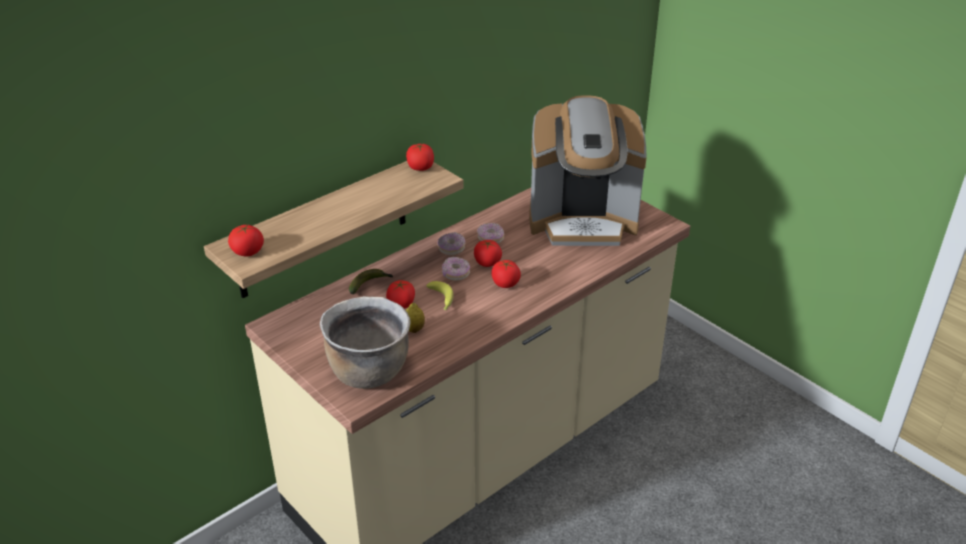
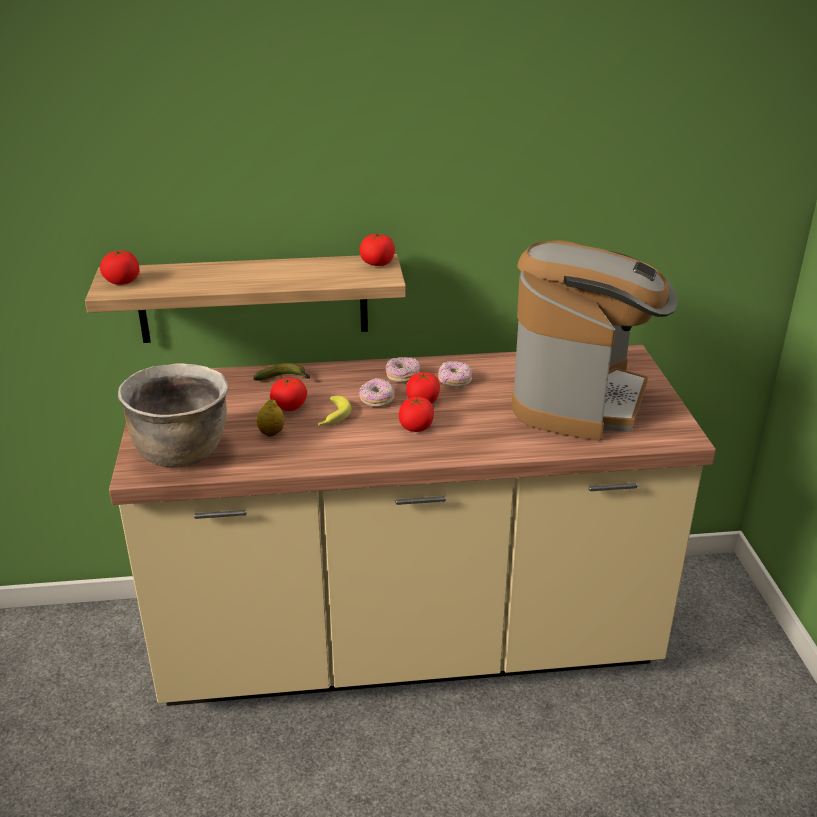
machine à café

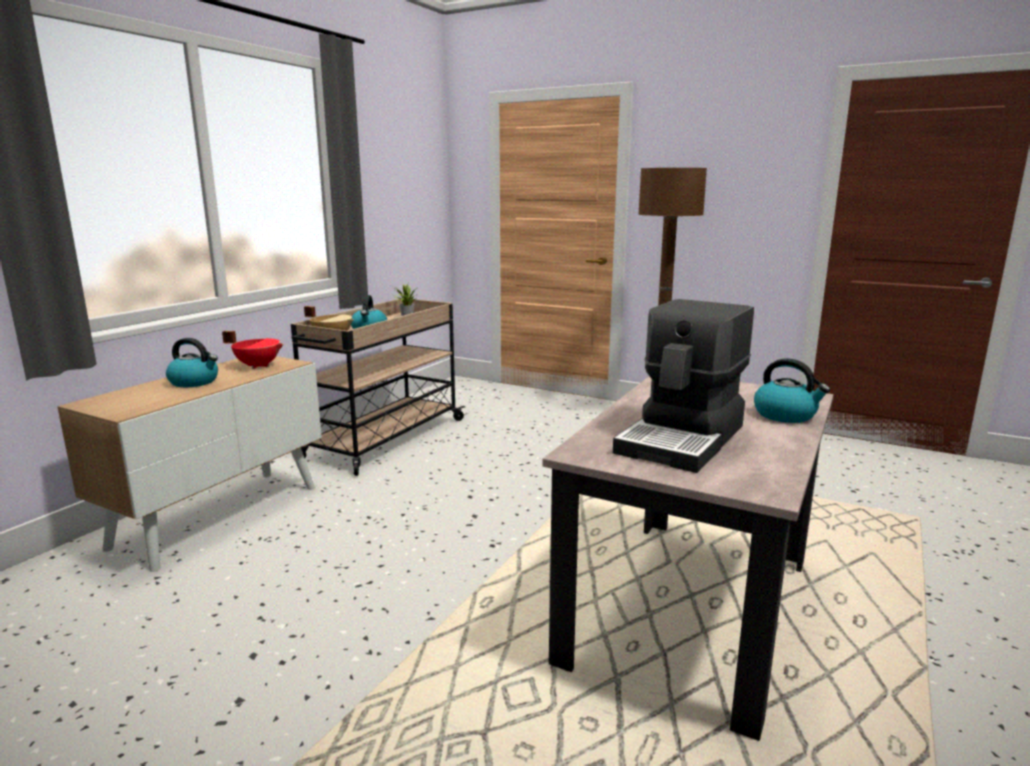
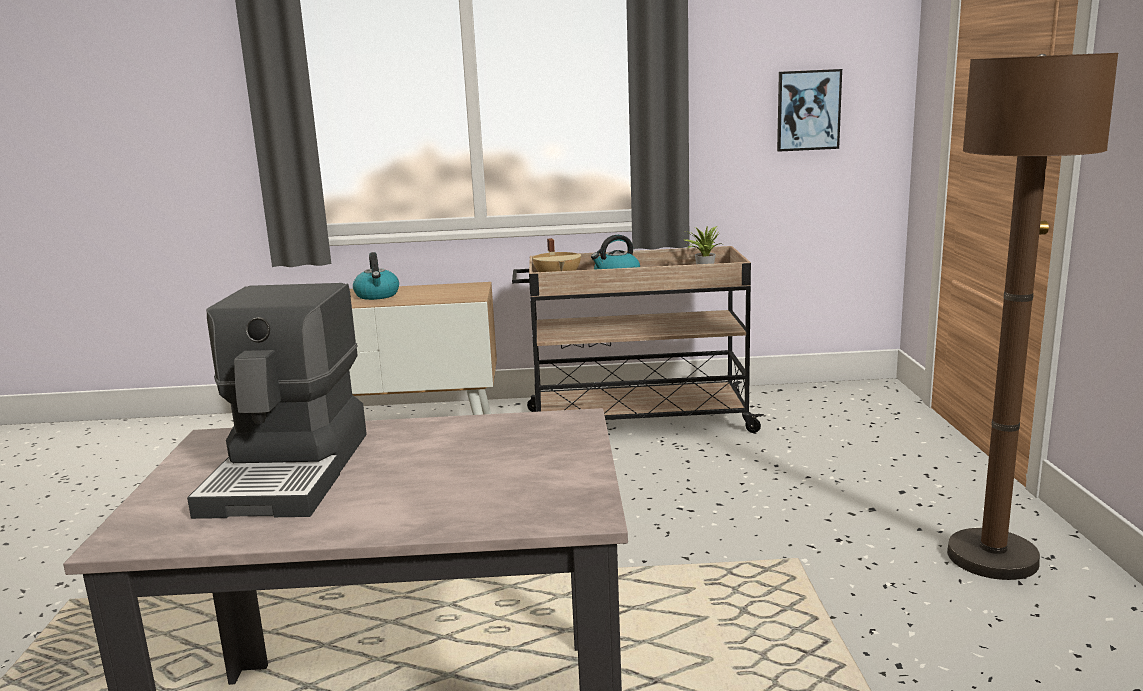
machine à café
tableau
marmite/rouge
bouilloire (3rd from left in the first image)

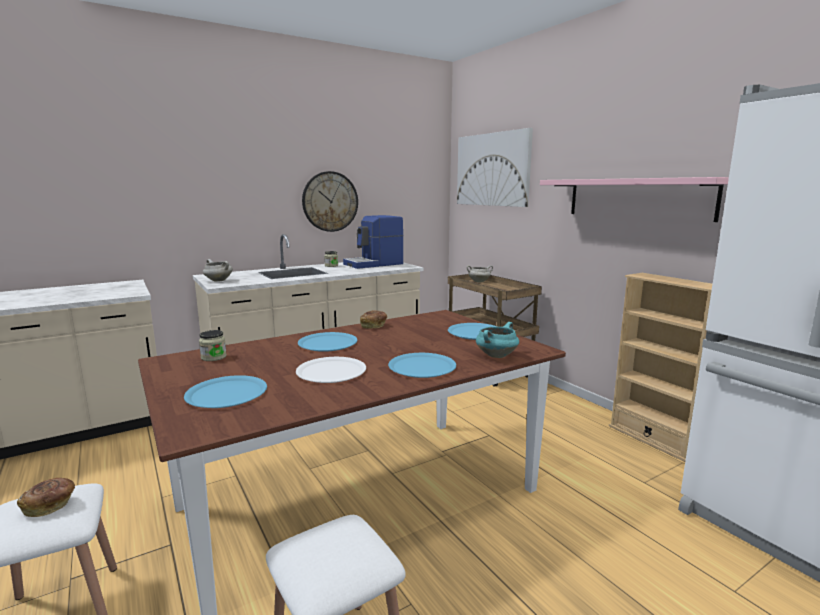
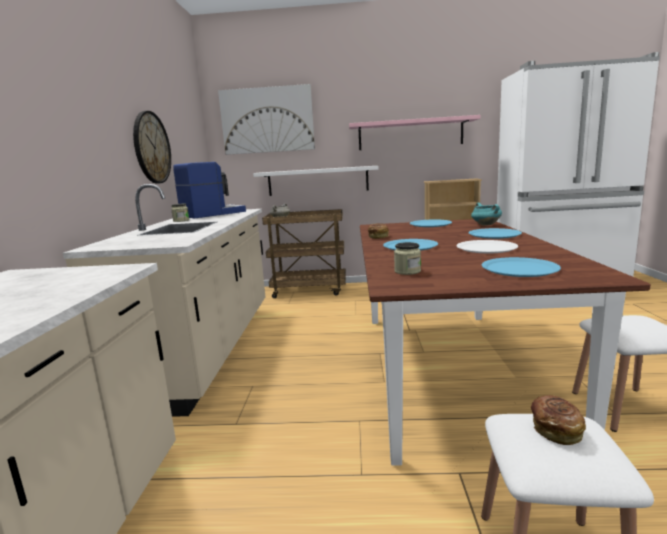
machine à café
étagère/blanc
marmite/blanc (1st from left in the first image)

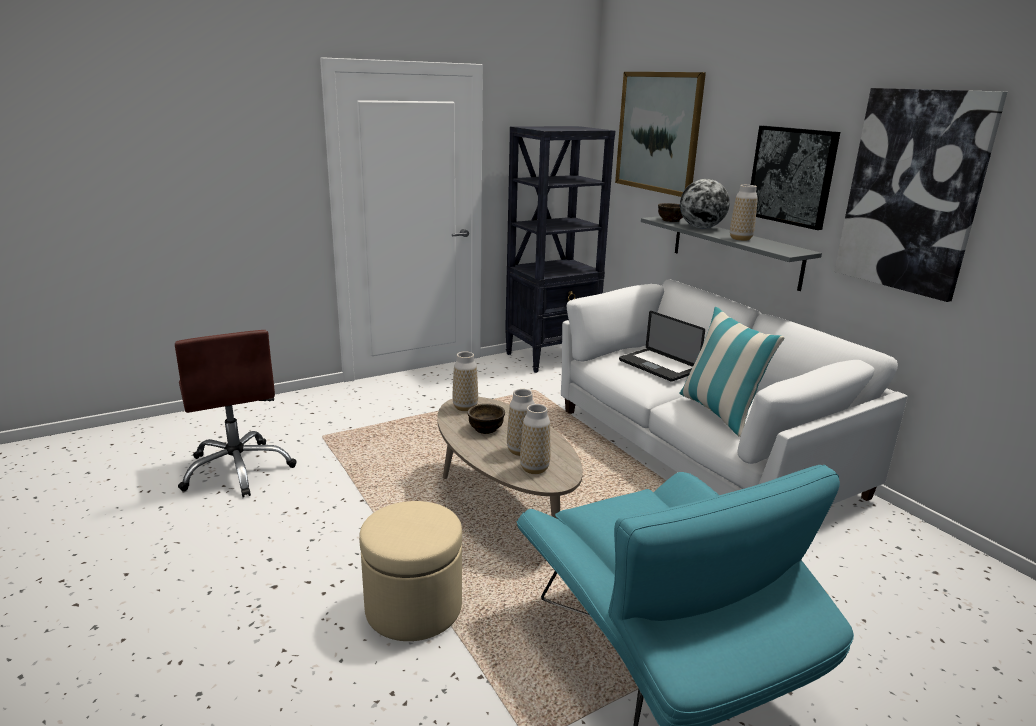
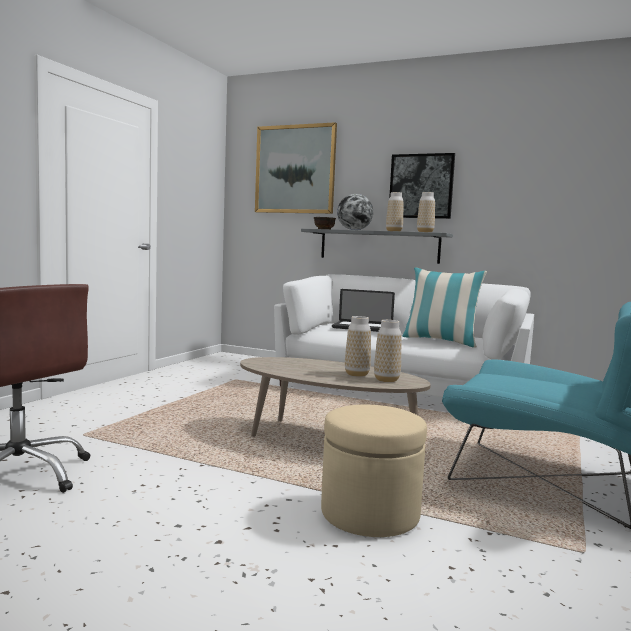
vase (4th from left)
bol/marron (1st from left in the first image)
bibliothèque/noir
tableau (3rd from left in the first image)

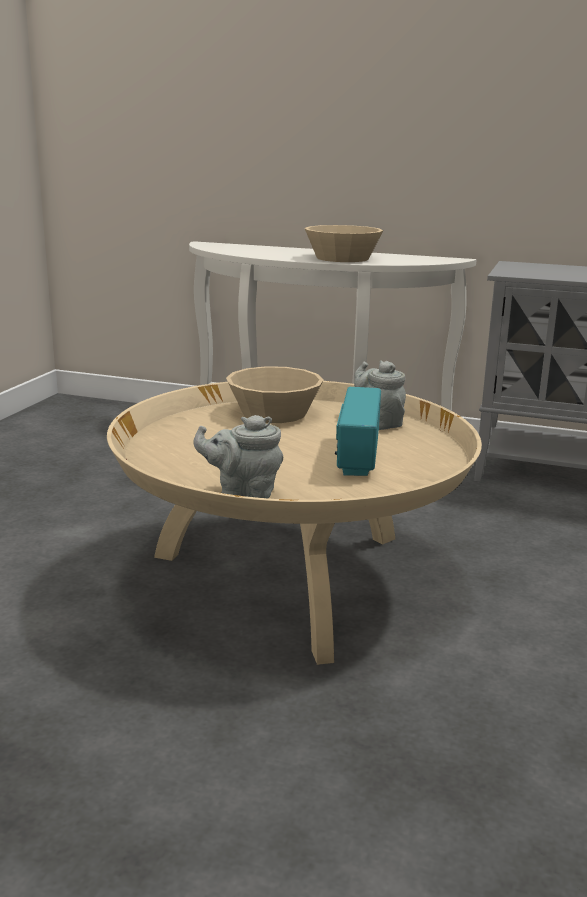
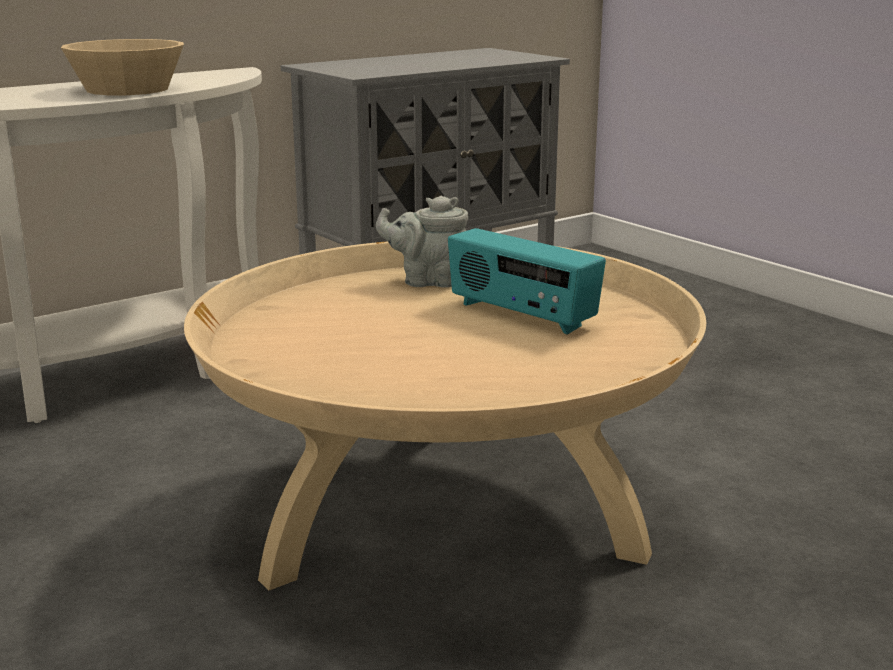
théière/gris (1st from left in the first image)
bol/beige (1st from left in the first image)

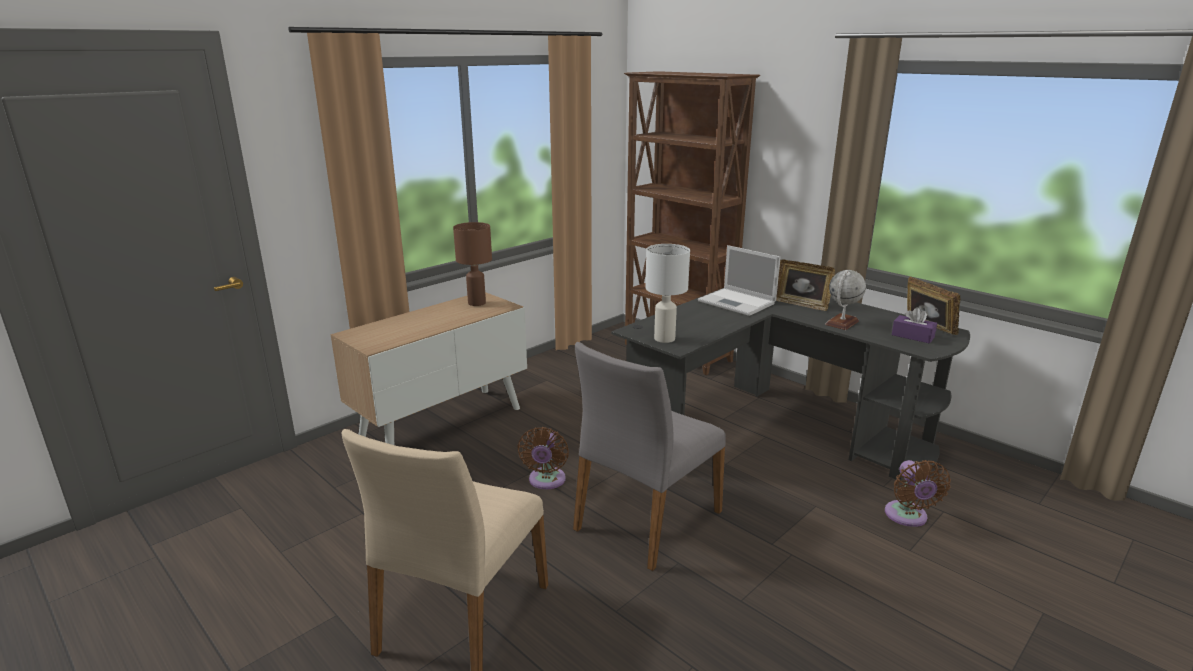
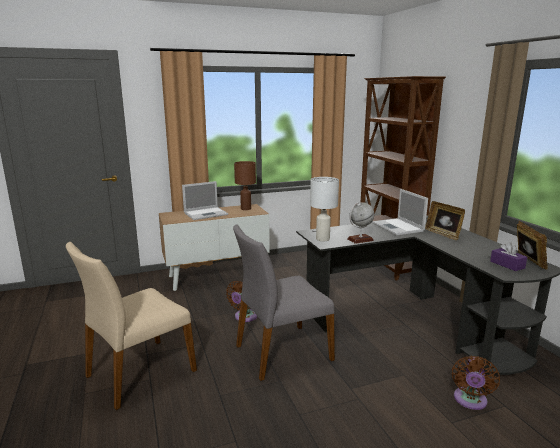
ordinateur portable (1st from left)
globe

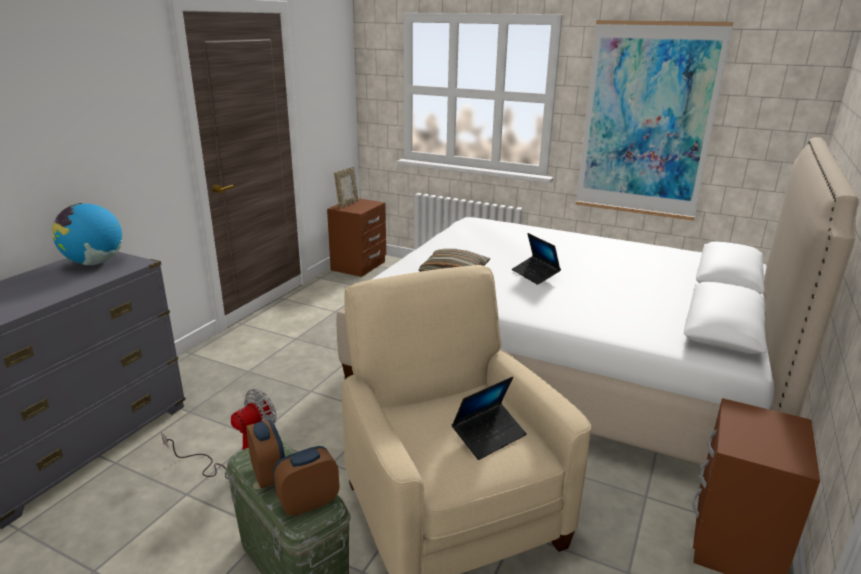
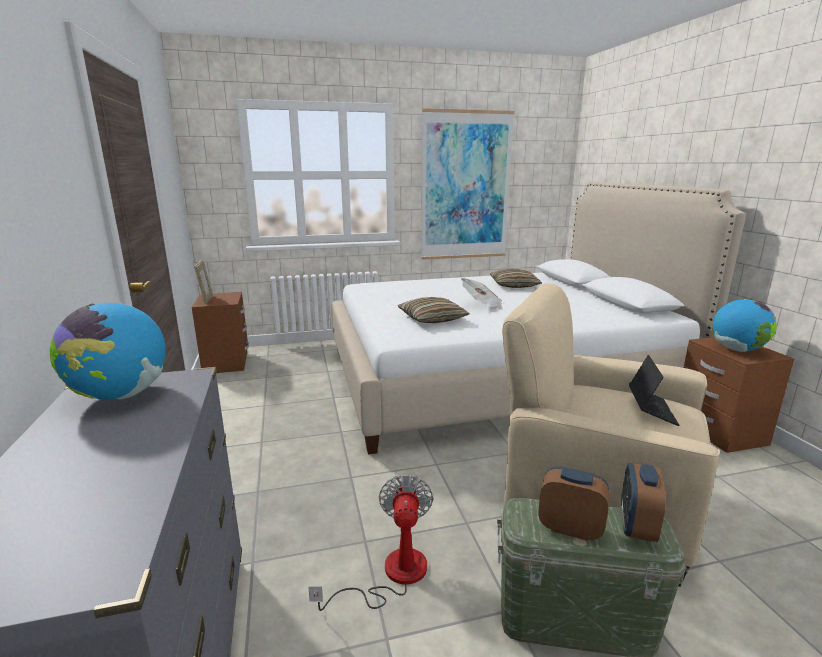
journal
coussin (2nd from left)
globe (2nd from left)

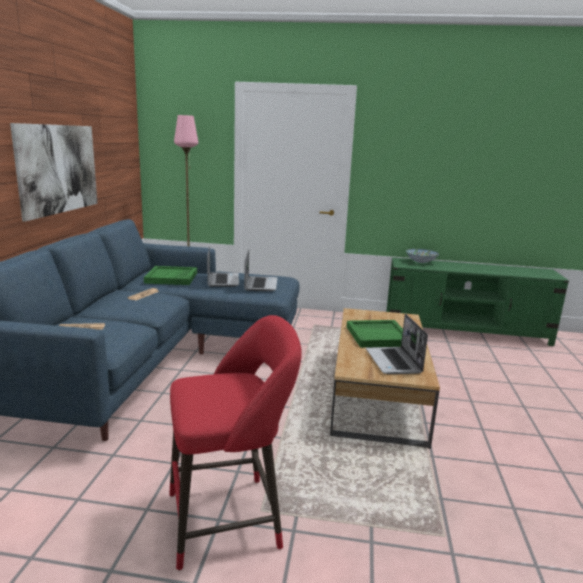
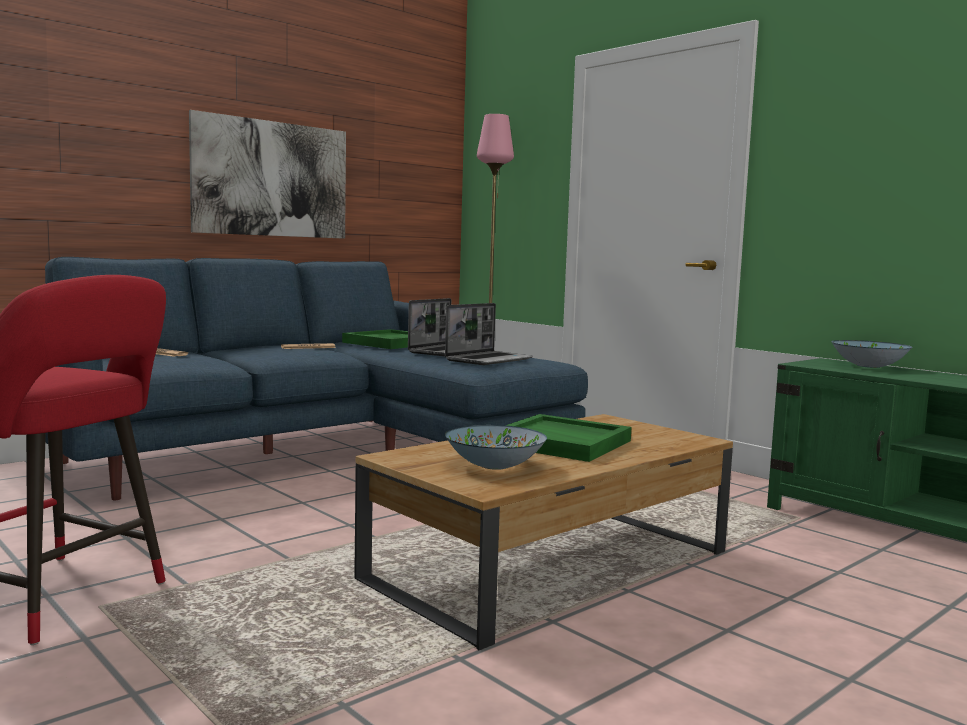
bol (1st from left)

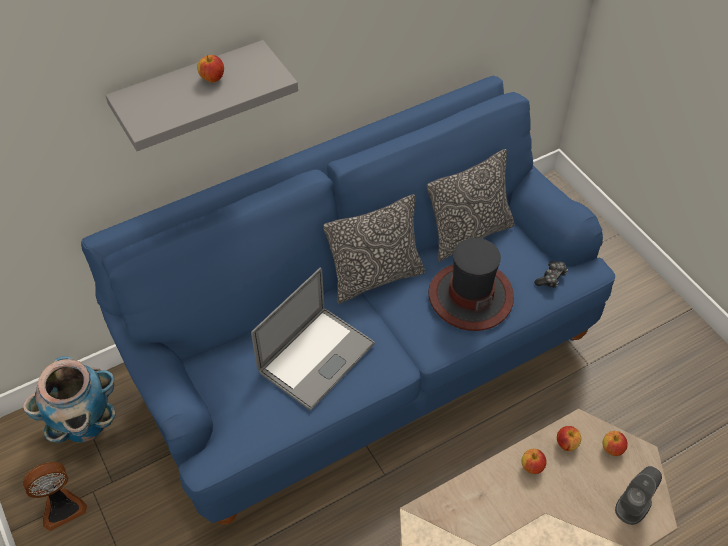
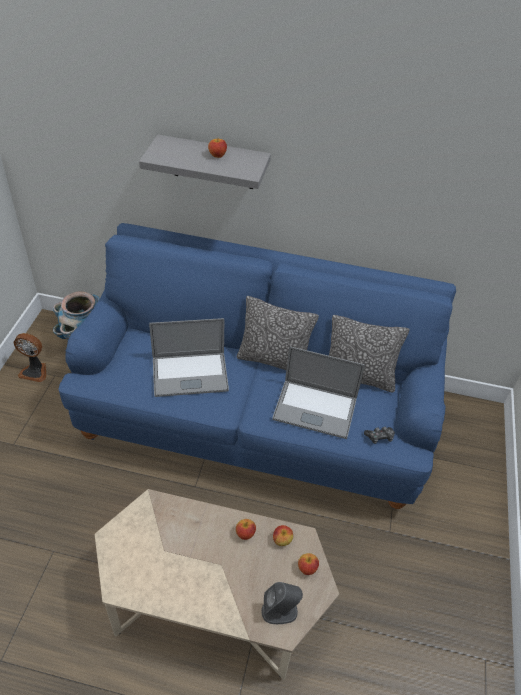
ordinateur portable (2nd from left)

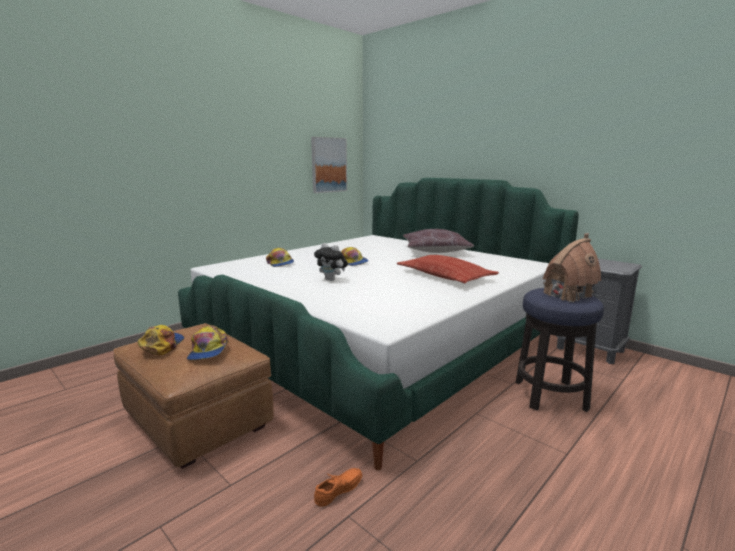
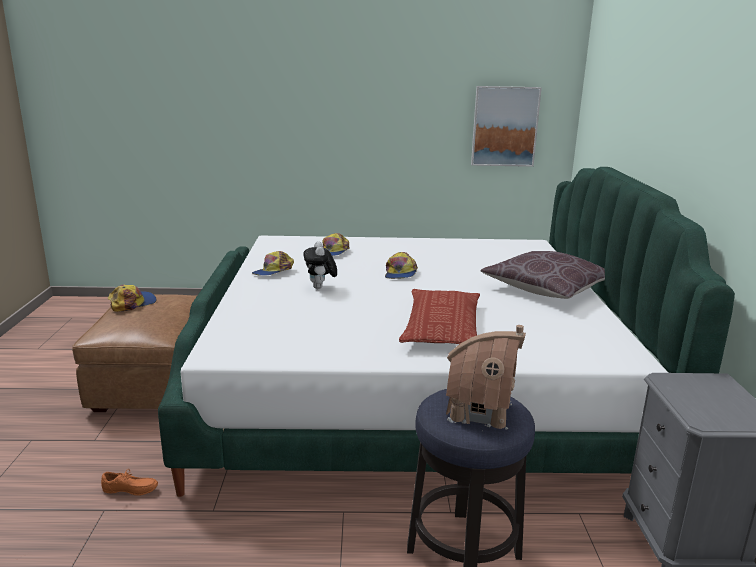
casquette (2nd from left)

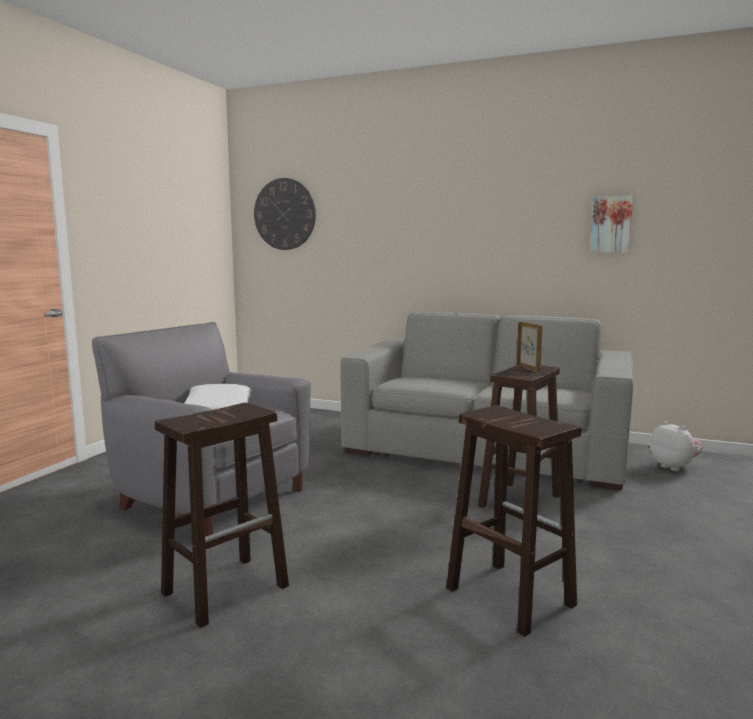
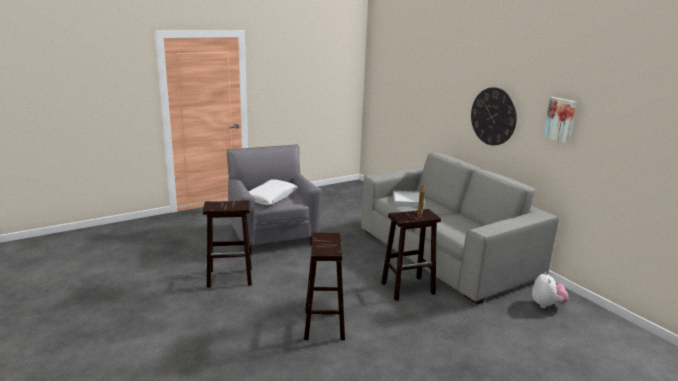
plateau/blanc
horloge murale

